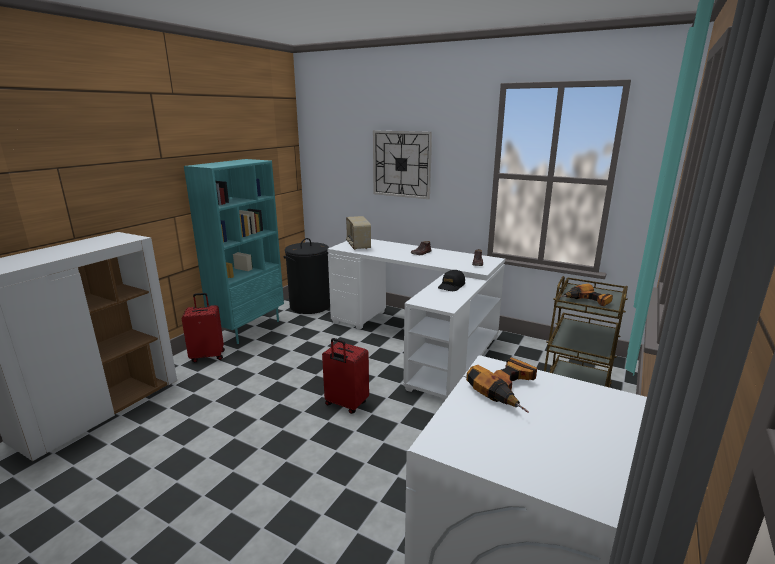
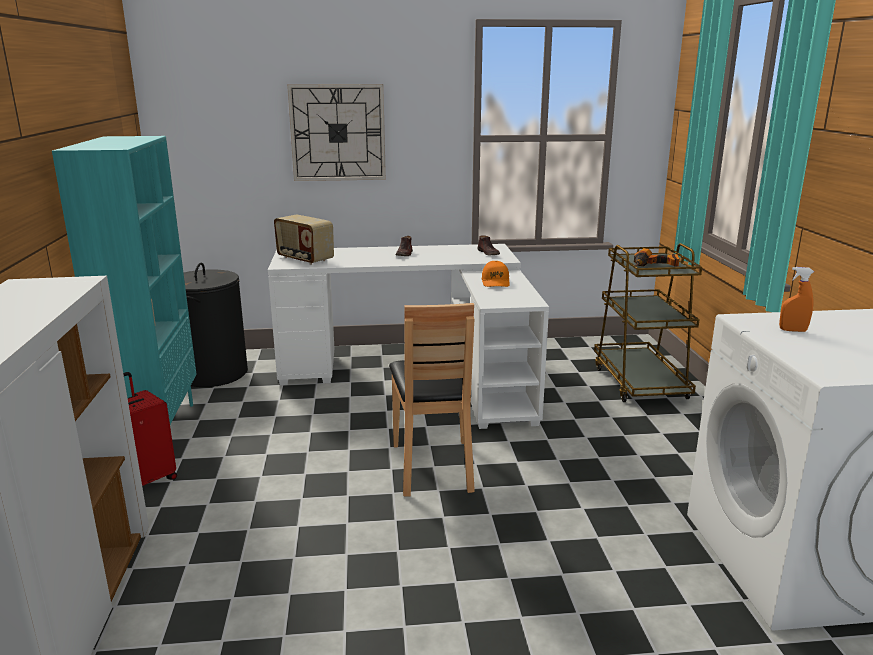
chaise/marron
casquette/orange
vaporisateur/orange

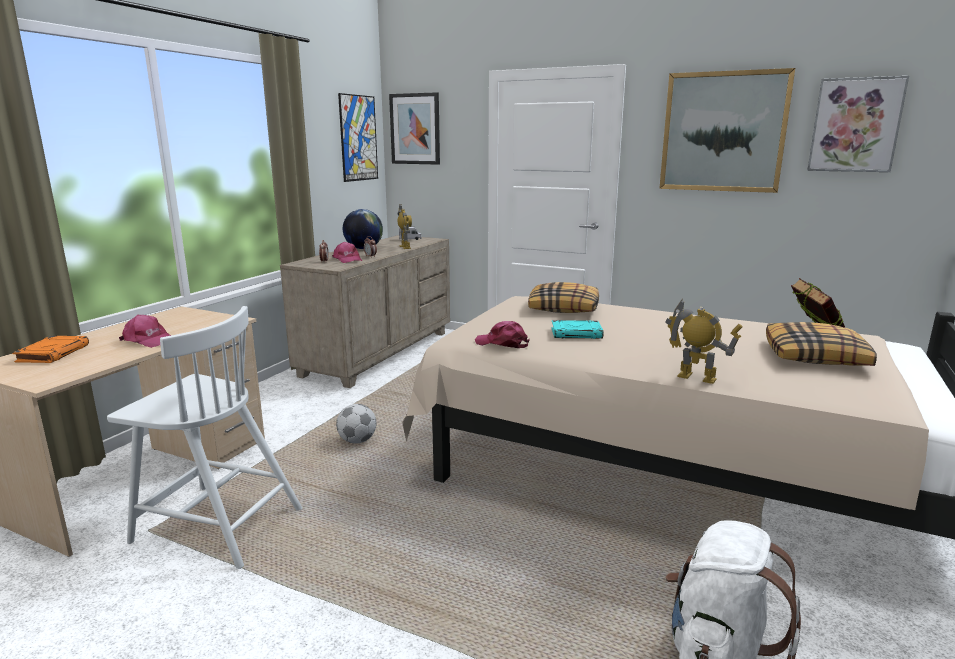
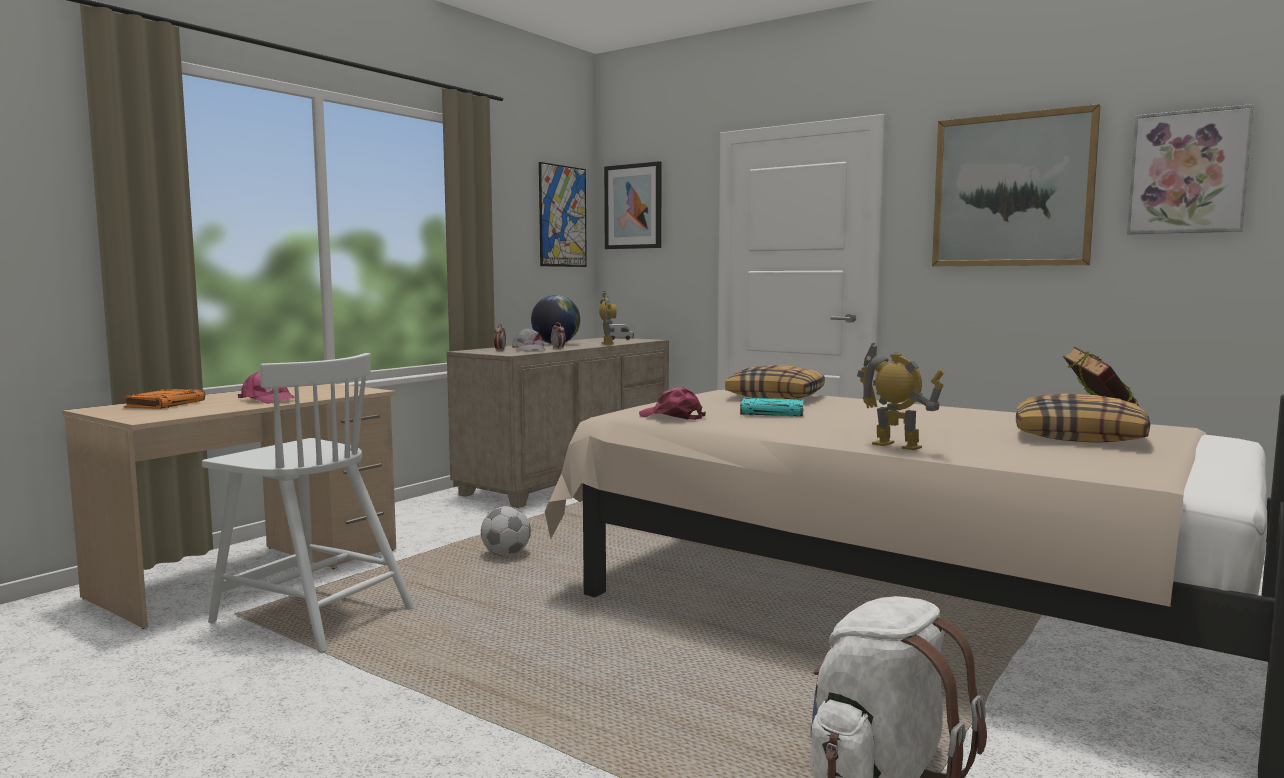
casquette/gris

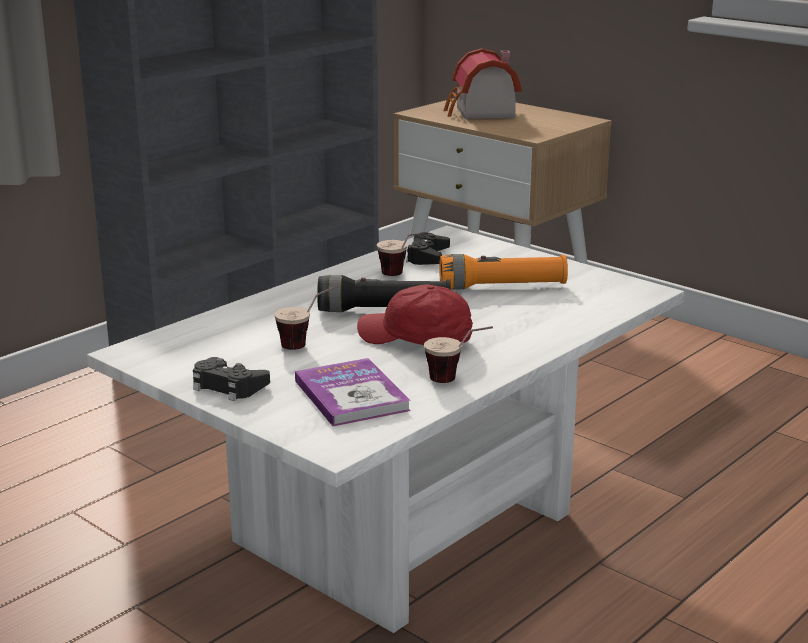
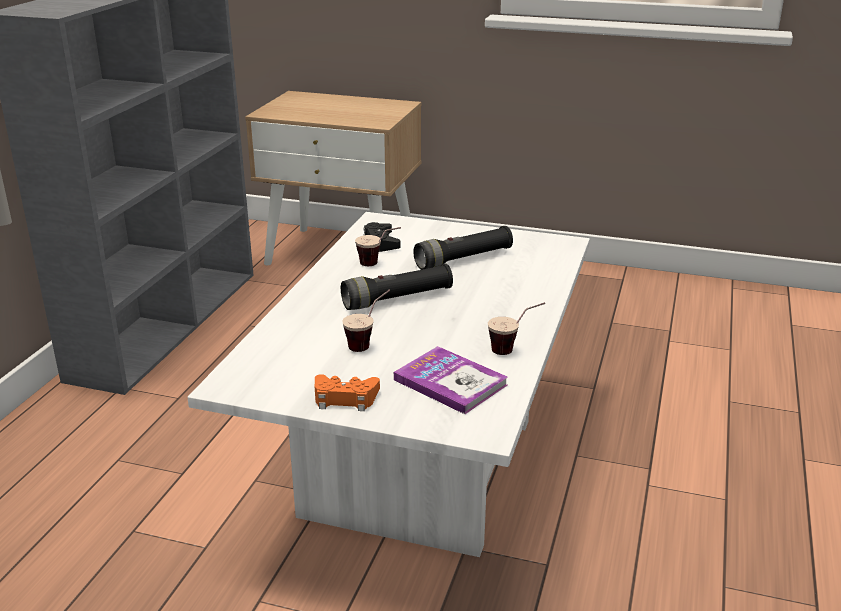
manette/orange
lampe de poche/noir (2nd from left)
casquette/rouge
maison miniature

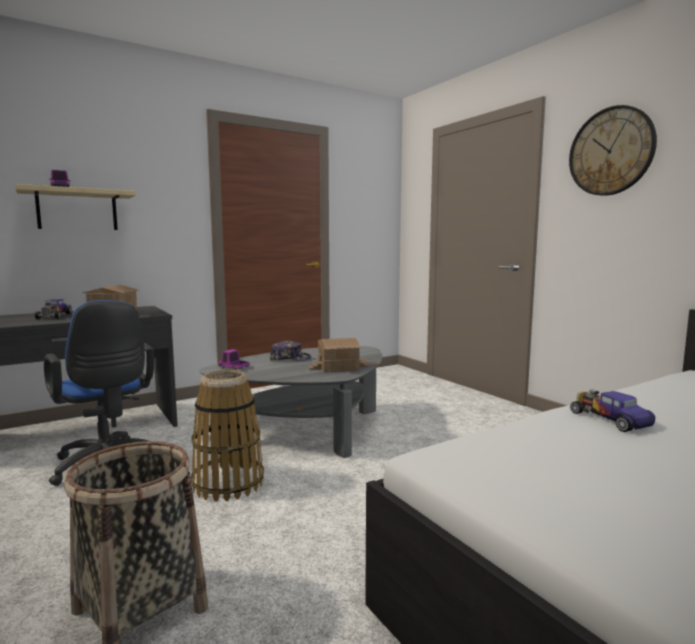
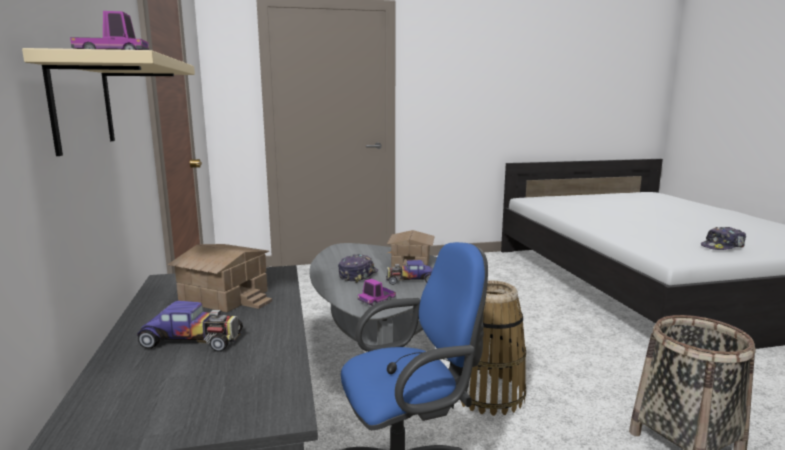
petite voiture (2nd from left)
casquette (2nd from left)
horloge murale

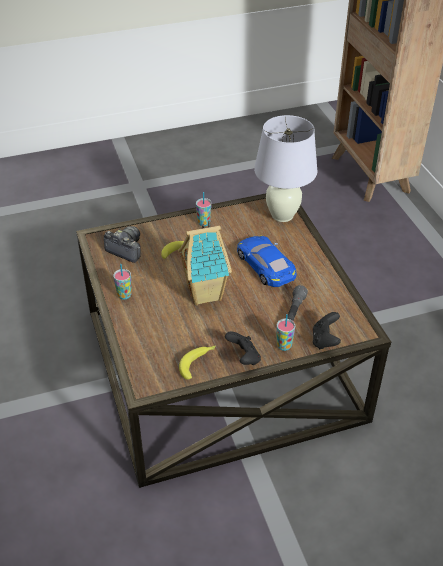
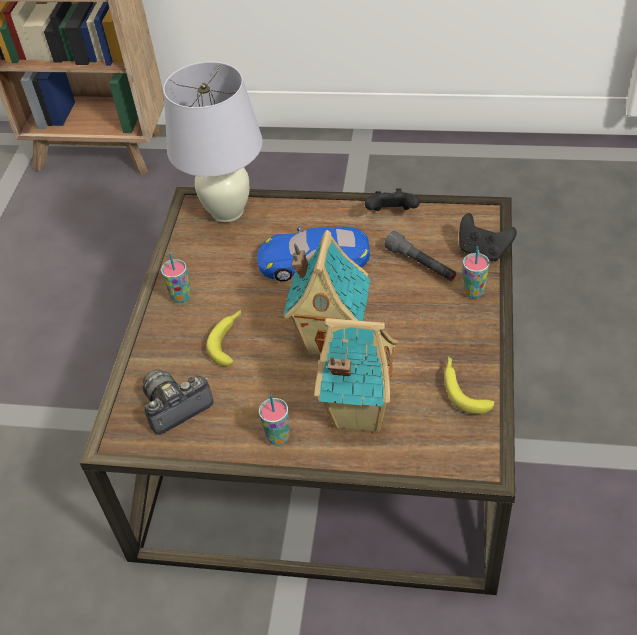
maison miniature (2nd from left)
manette/noir (1st from left)

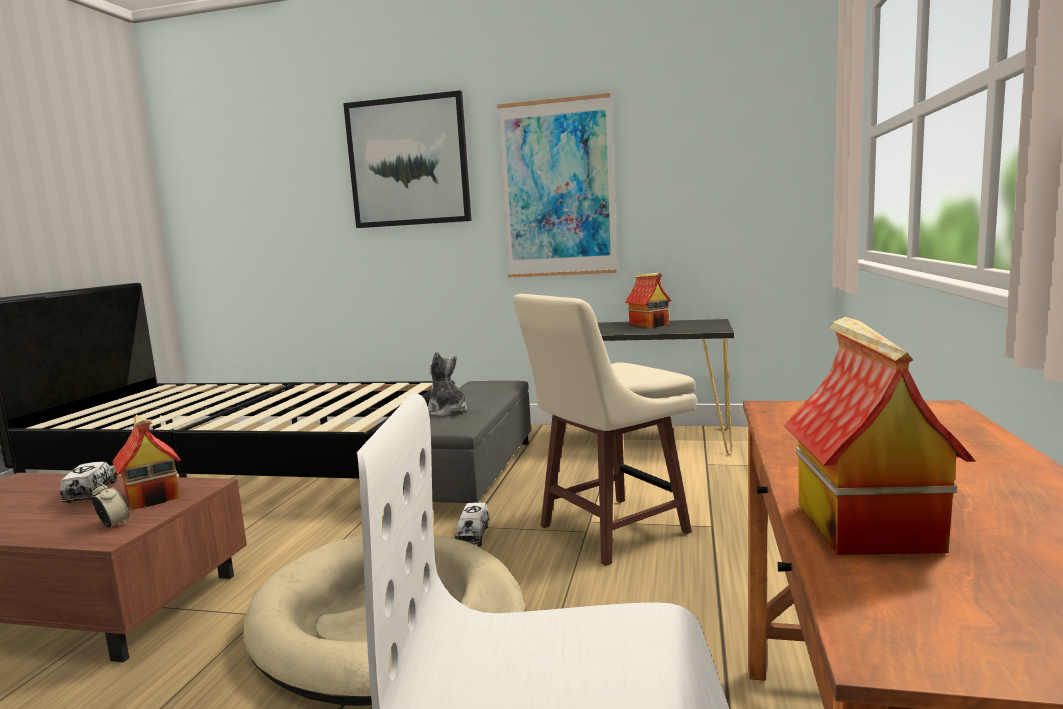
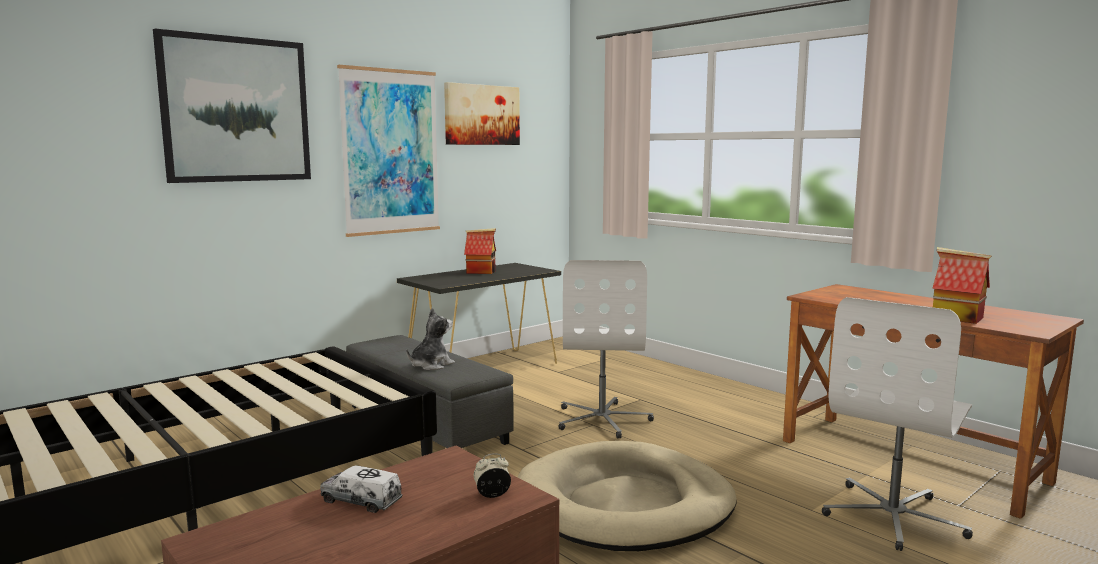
peluche
tableau (3rd from left)
chaise de bureau/blanc (1st from left)
maison miniature (1st from left in the first image)
camion jouet (2nd from left in the first image)

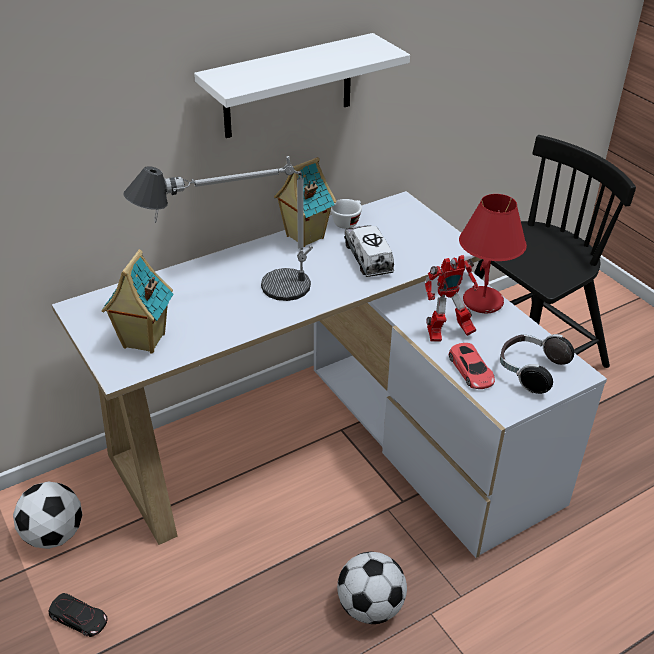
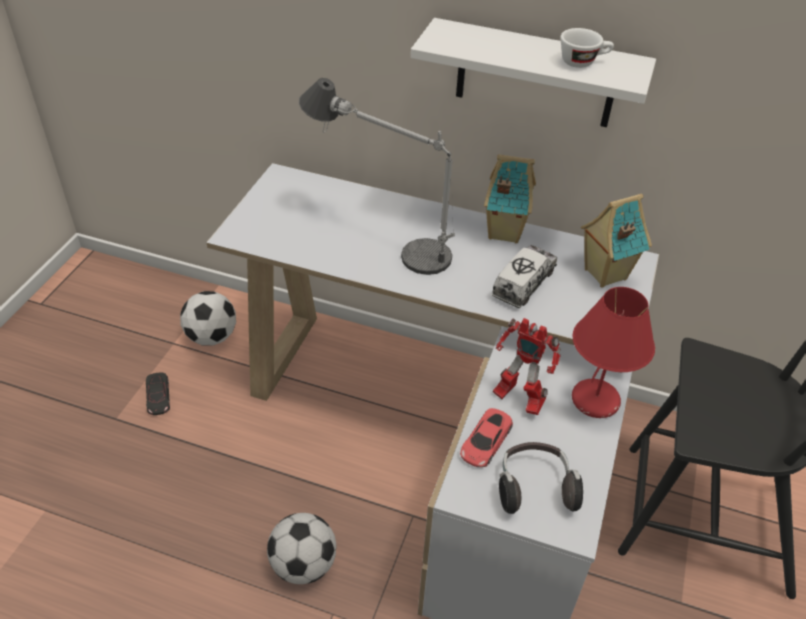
tasse/blanc
maison miniature (2nd from left)

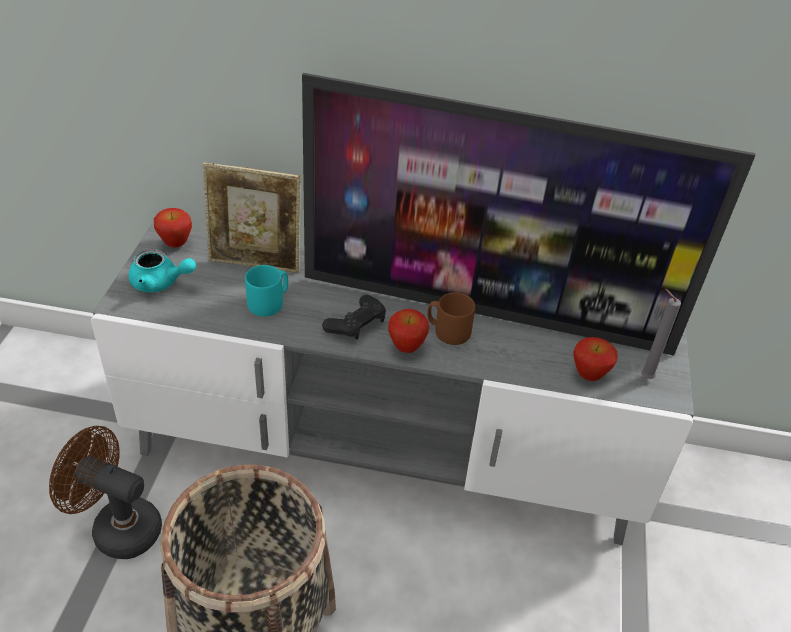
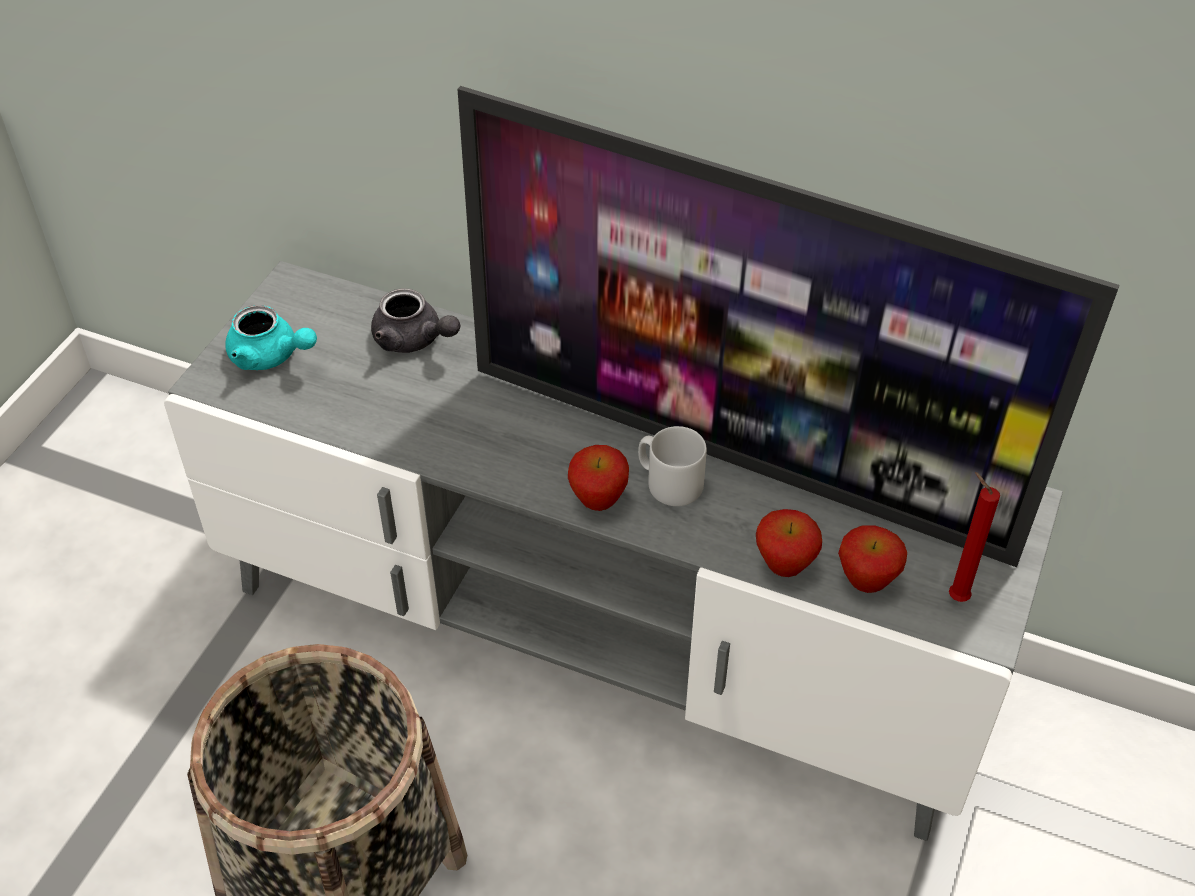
théière/gris
mug/gris
pomme (2nd from left)
bougie/rouge
ventilateur/marron
mug/turquoise
manette/noir

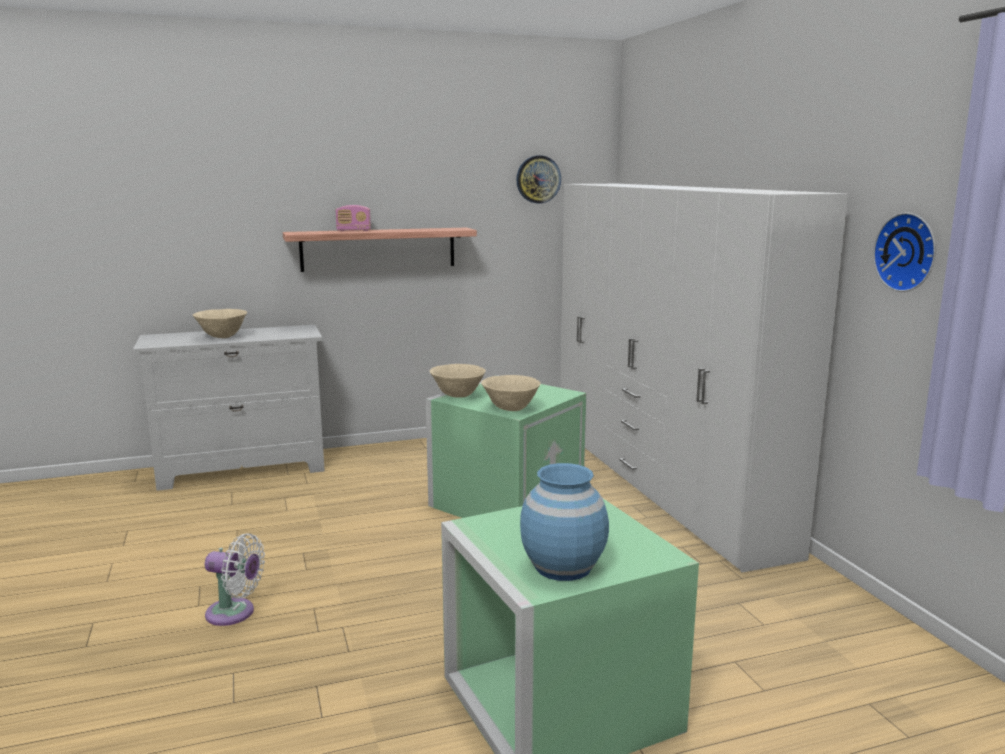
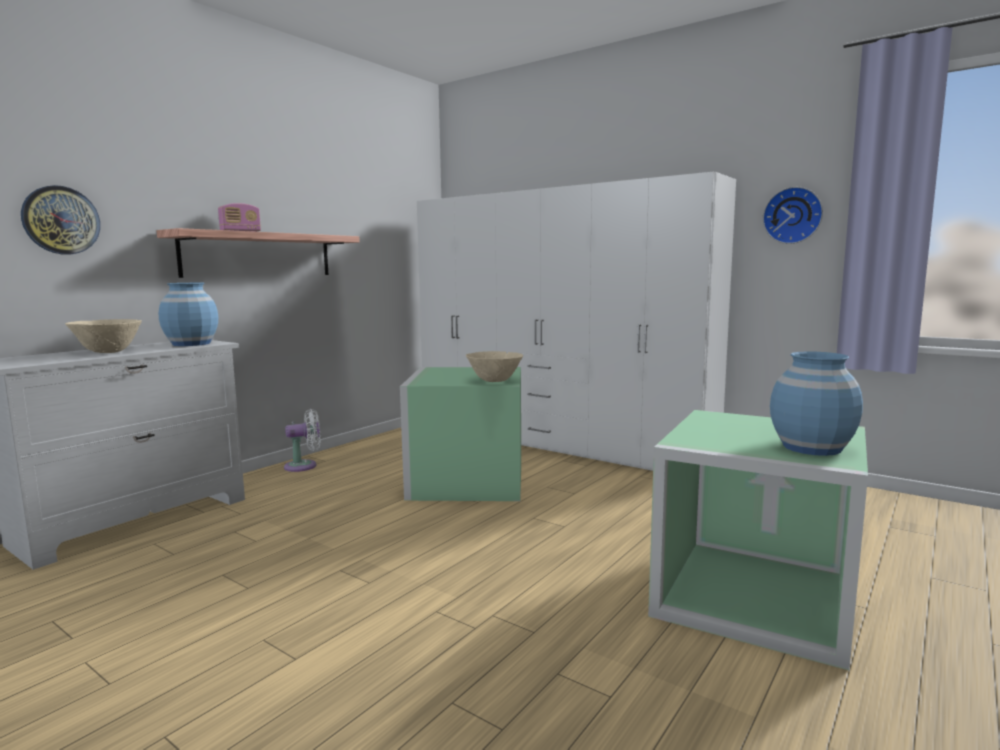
horloge murale (1st from left)
vase/bleu (1st from left)
ventilateur/blanc
bol/beige (2nd from left in the first image)

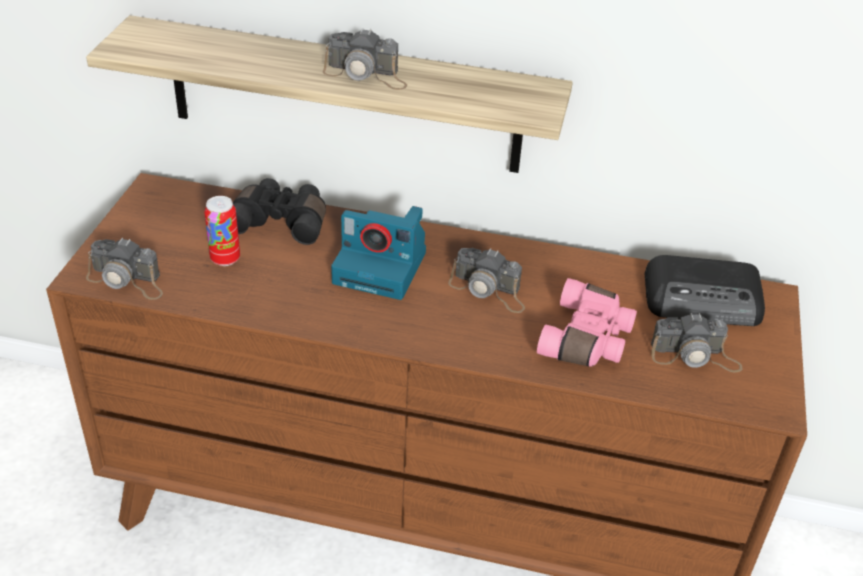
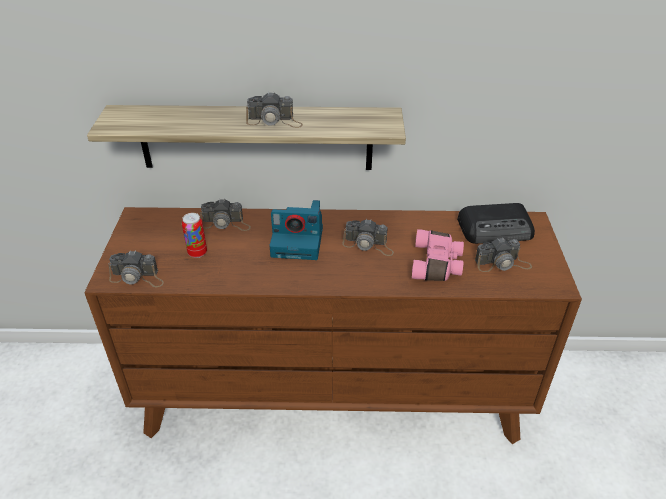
appareil photo (2nd from left)

